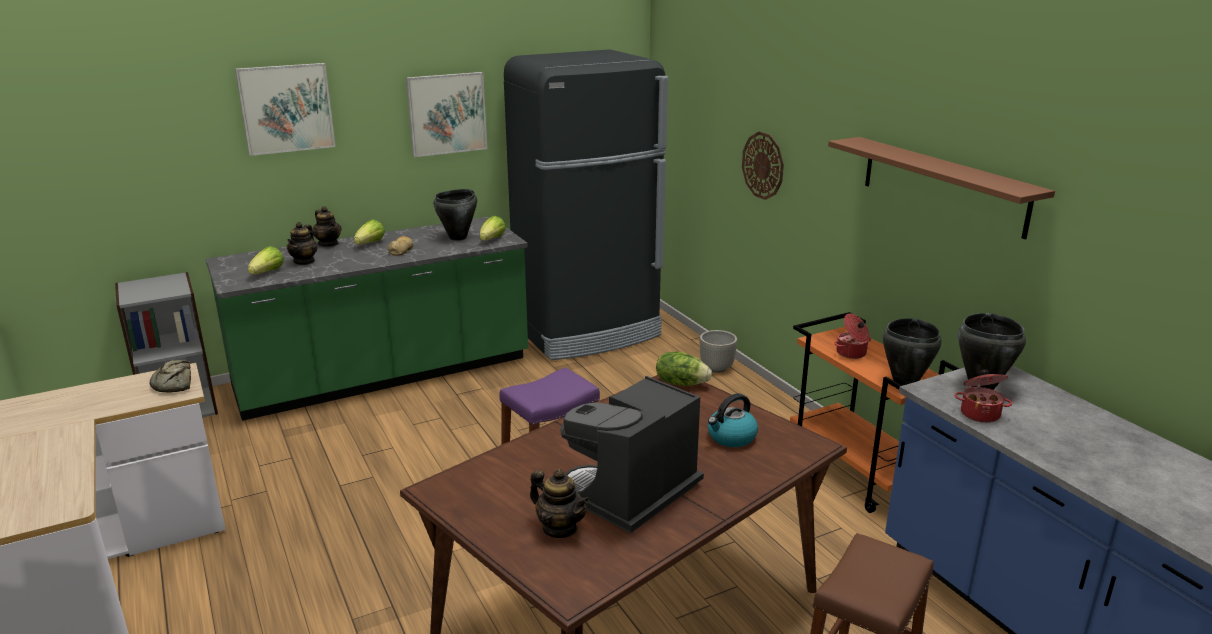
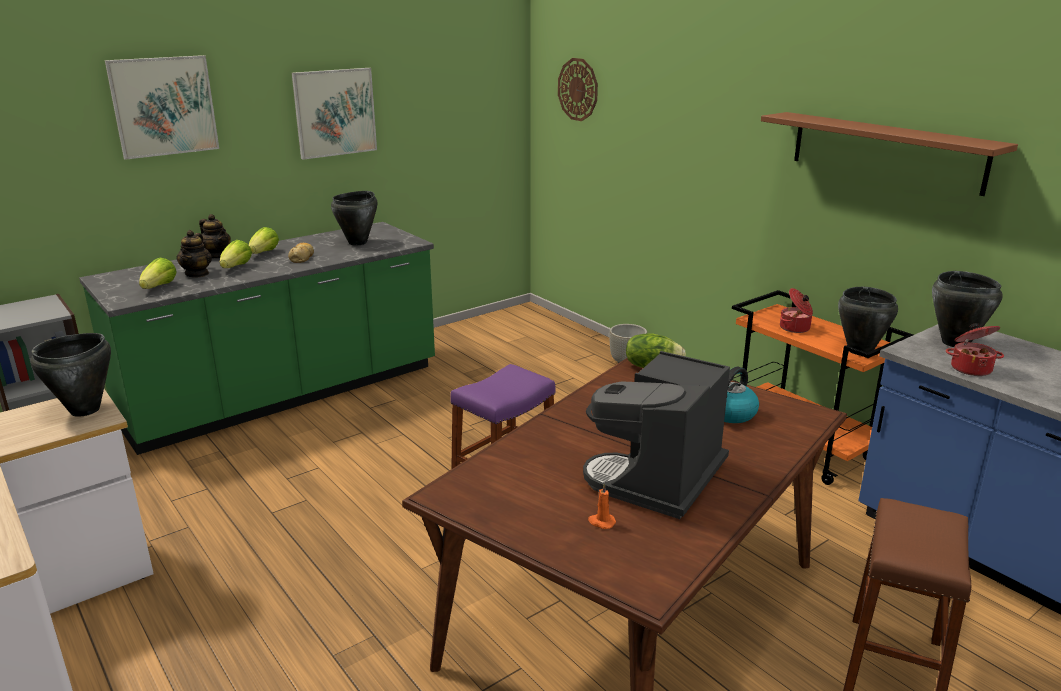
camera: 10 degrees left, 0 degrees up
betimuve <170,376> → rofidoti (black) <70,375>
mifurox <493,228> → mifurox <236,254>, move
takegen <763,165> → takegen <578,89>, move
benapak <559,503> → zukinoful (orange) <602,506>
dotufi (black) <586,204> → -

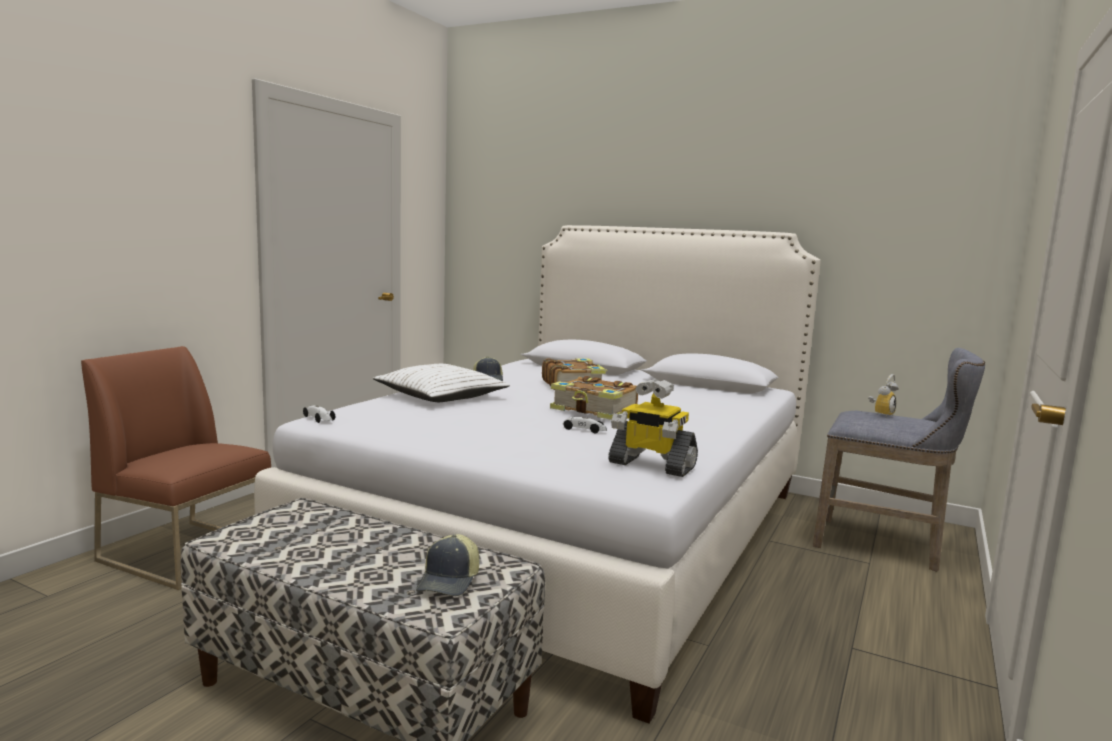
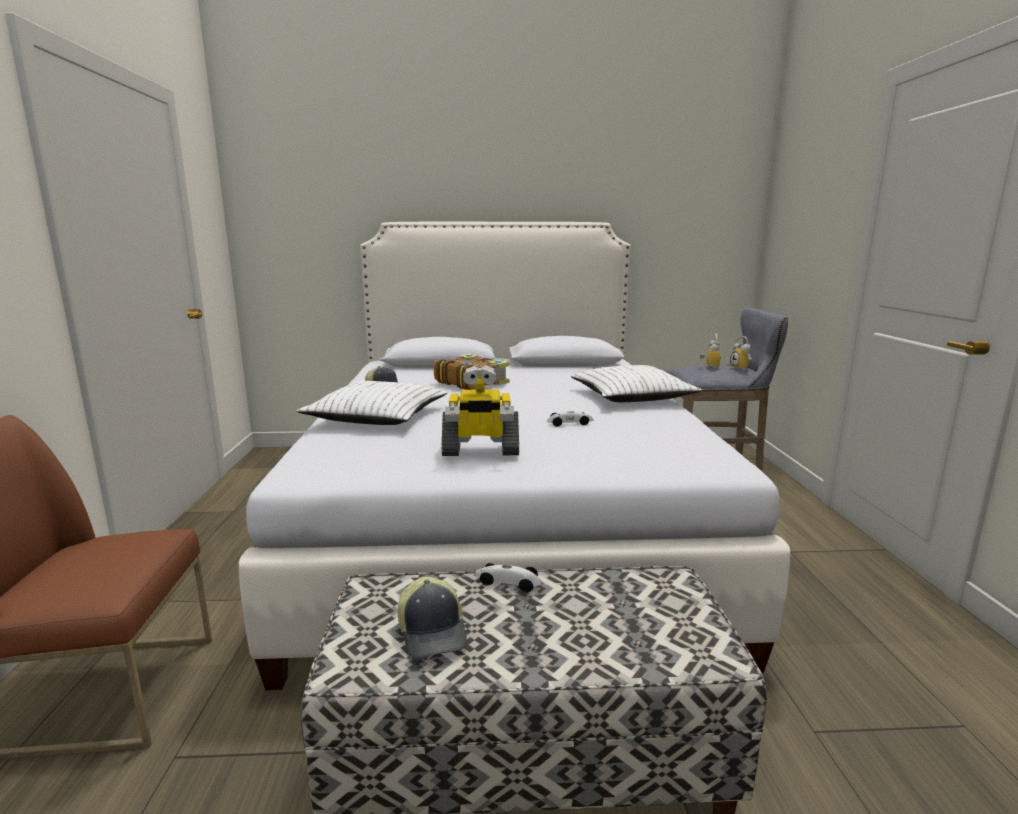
camera: 30 degrees left, 5 degrees up
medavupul <447,565> → medavupul <432,618>, move
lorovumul <653,428> → lorovumul <480,410>, move
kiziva <319,414> → kiziva <508,577>, move
- → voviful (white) <636,383>
- → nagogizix <741,353>
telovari <594,398> → -

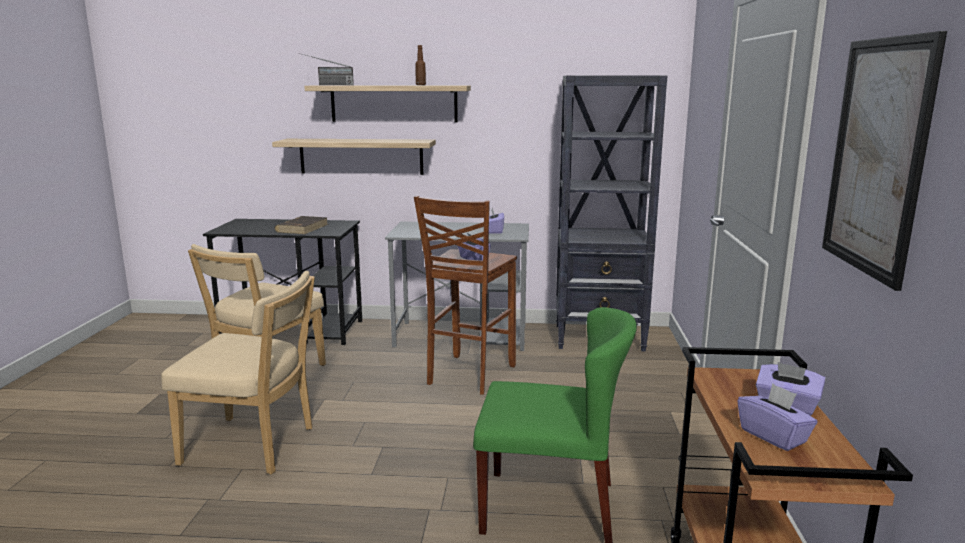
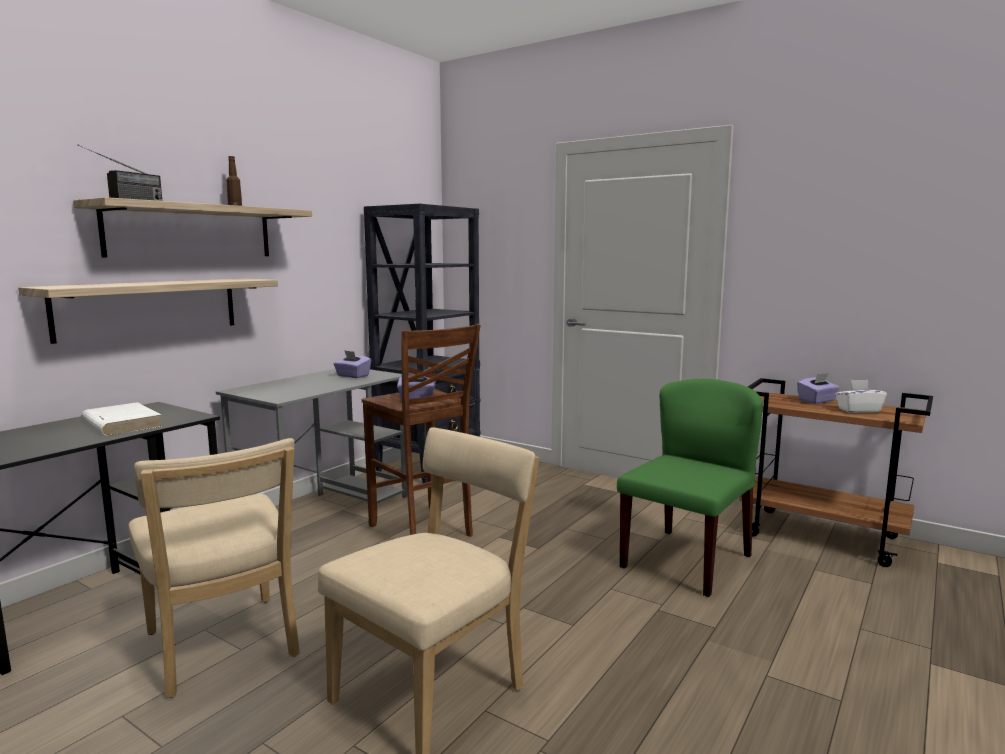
camera: 60 degrees left, 5 degrees down
telovari (brown) <301,225> → telovari (white) <122,419>
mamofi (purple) <777,417> → mamofi (white) <861,396>
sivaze <884,161> → -

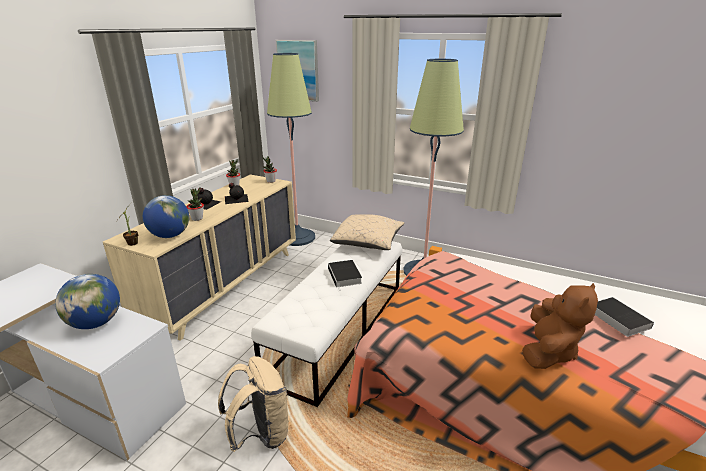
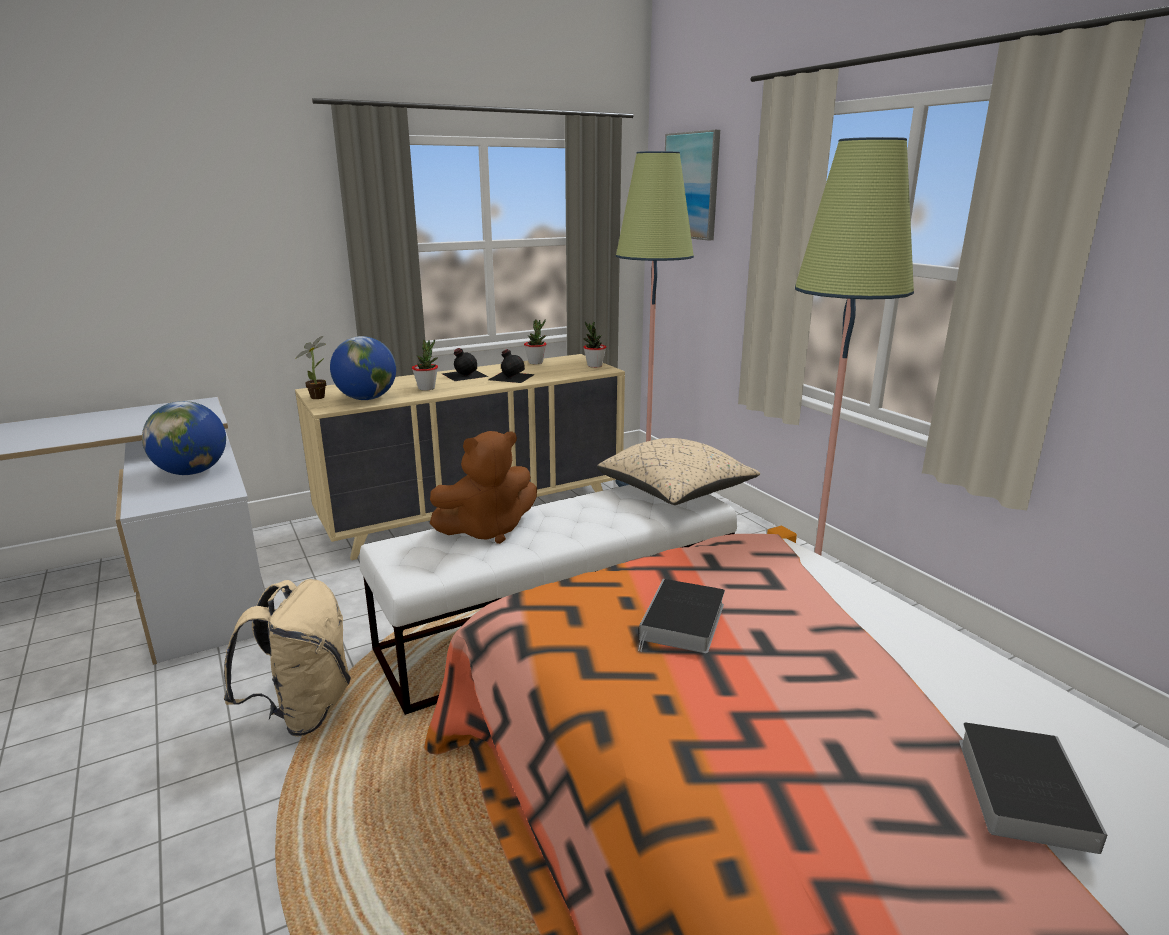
camera: 35 degrees right, 5 degrees down
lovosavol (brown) <560,326> → lovosavol (brown) <483,487>, move
telovari <345,275> → telovari <681,616>, move

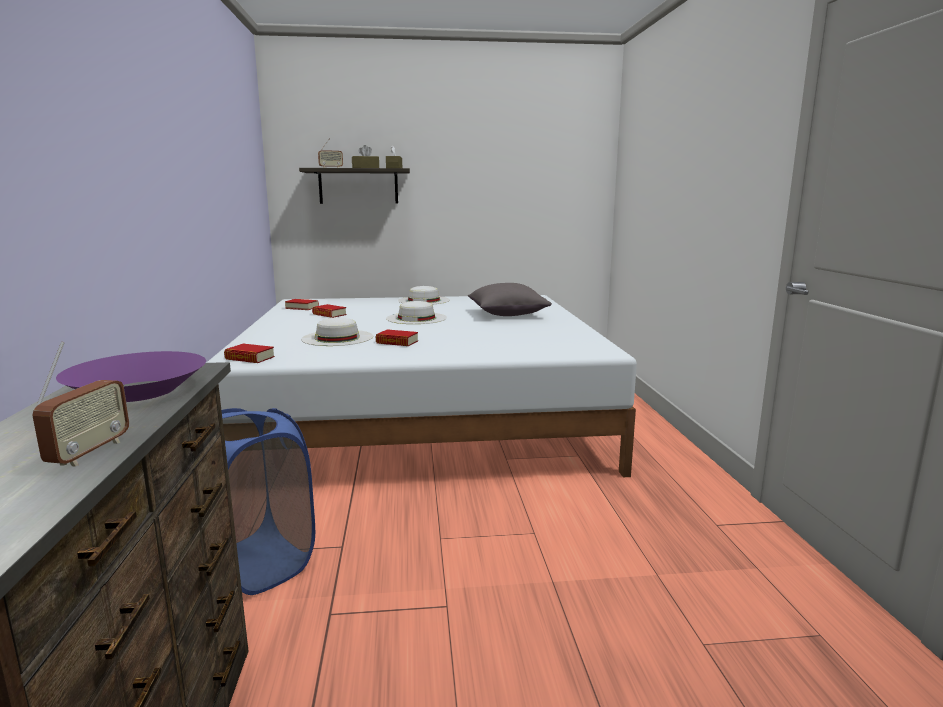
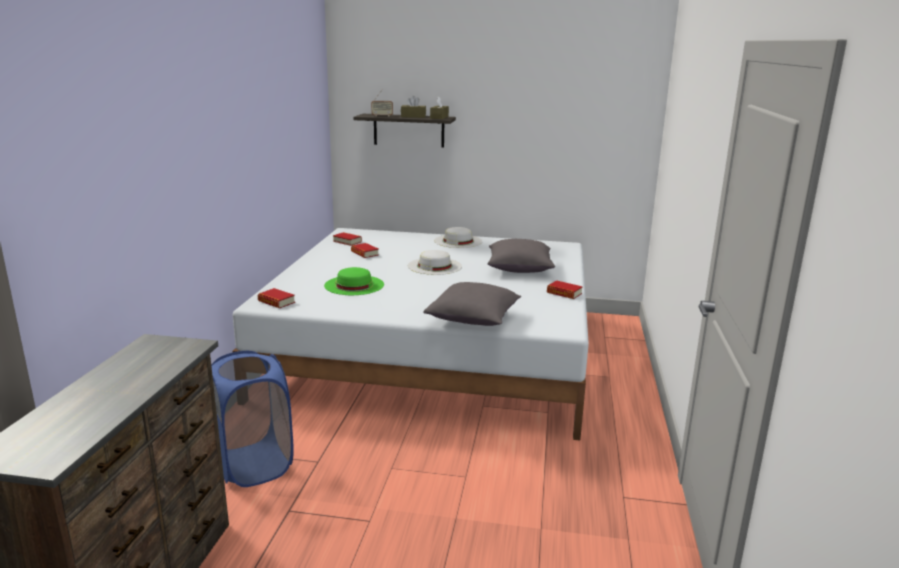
camera: 15 degrees right, 5 degrees up
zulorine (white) <337,332> → zulorine (green) <354,281>
- → voviful (grey) <472,304>
telovari <397,337> → telovari <565,289>, move
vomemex <81,404> → -
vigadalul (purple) <131,376> → -

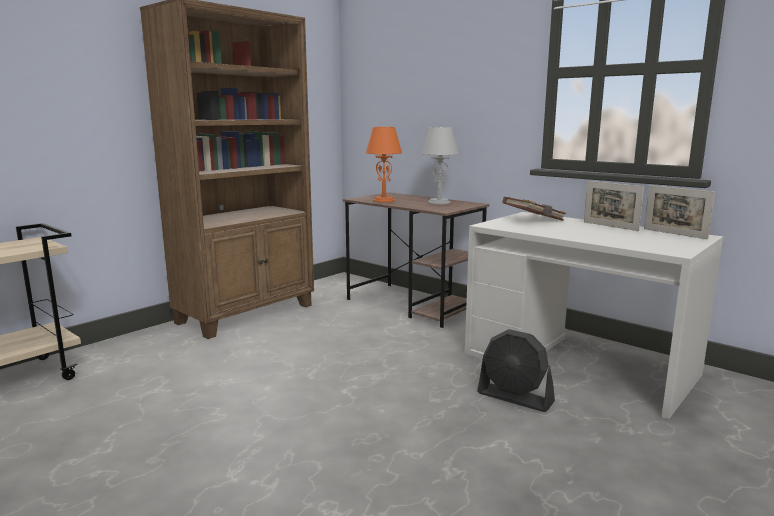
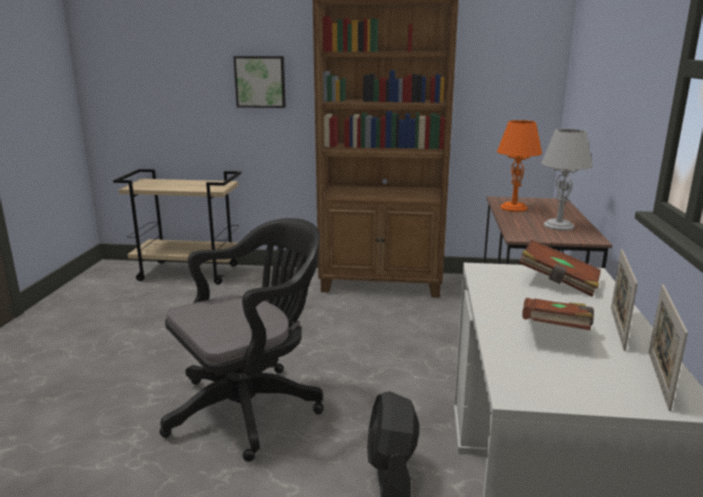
camera: 55 degrees right, 5 degrees up
- → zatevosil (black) <242,340>
- → sivaze <260,82>
- → telovari (brown) <558,314>

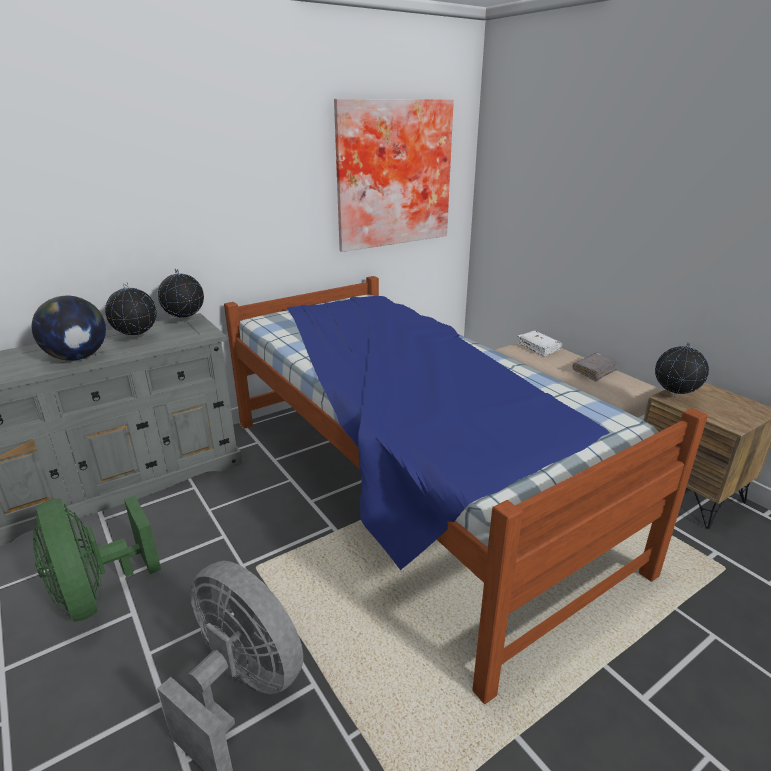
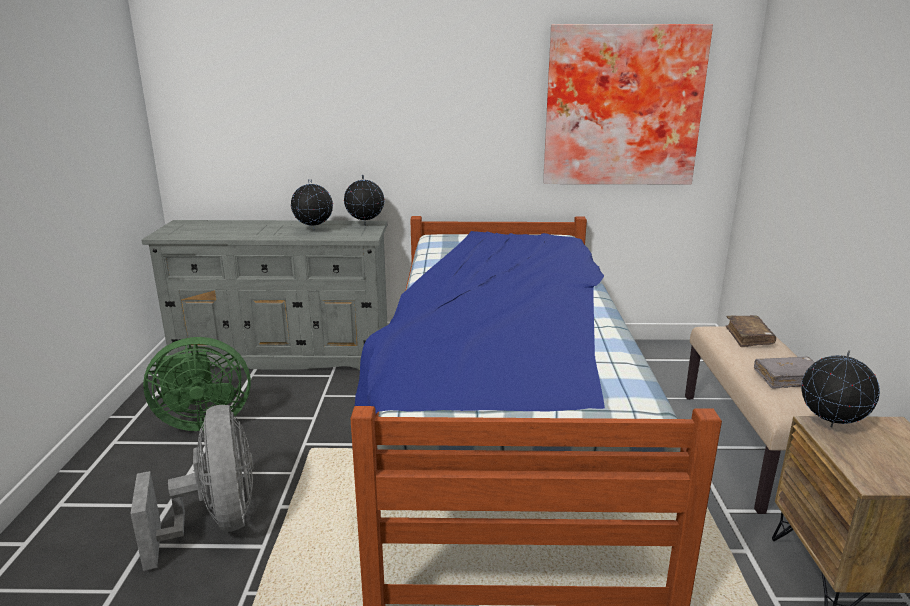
camera: 35 degrees right, 5 degrees down
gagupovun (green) <97,558> → gagupovun (green) <197,384>, 105 degrees counterclockwise
telovari (white) <539,344> → telovari (brown) <750,331>
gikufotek <69,328> → -

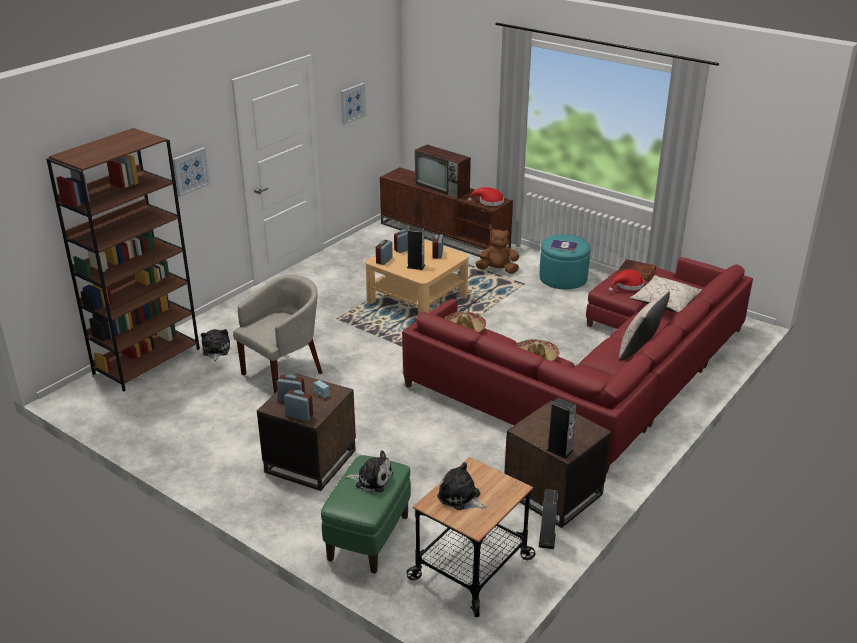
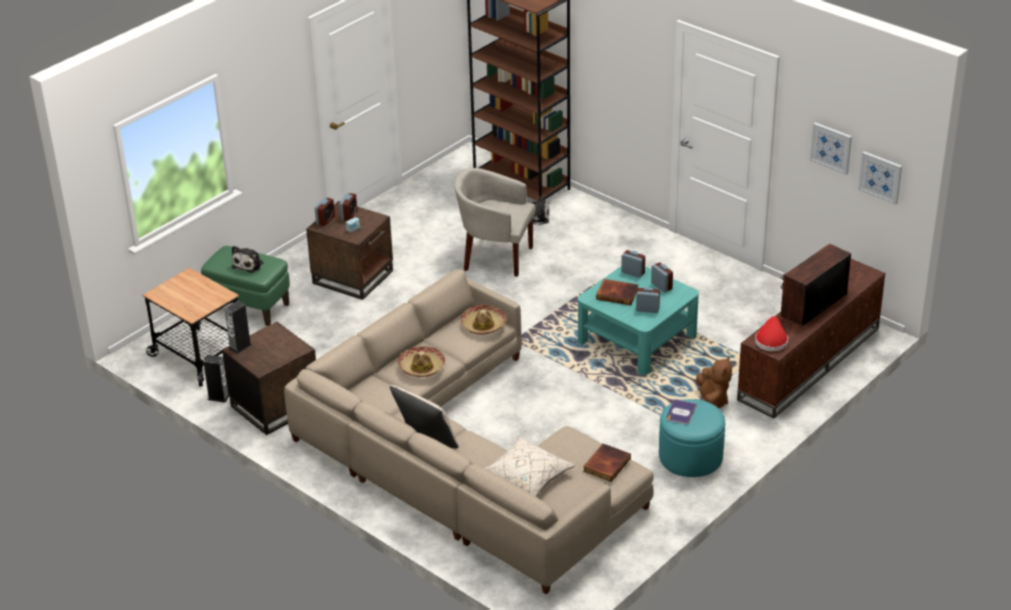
camera: 95 degrees right, 5 degrees up
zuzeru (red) <577,365> → zuzeru (beige) <469,432>
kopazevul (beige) <277,334> → kopazevul (beige) <495,222>, 150 degrees clockwise
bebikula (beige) <417,277> → bebikula (turquoise) <638,320>
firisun <416,248> → telovari <617,292>
sivaze <191,172> → sivaze <880,178>, move
lovosavol <461,486> → -
zulorine (red) <626,281> → -

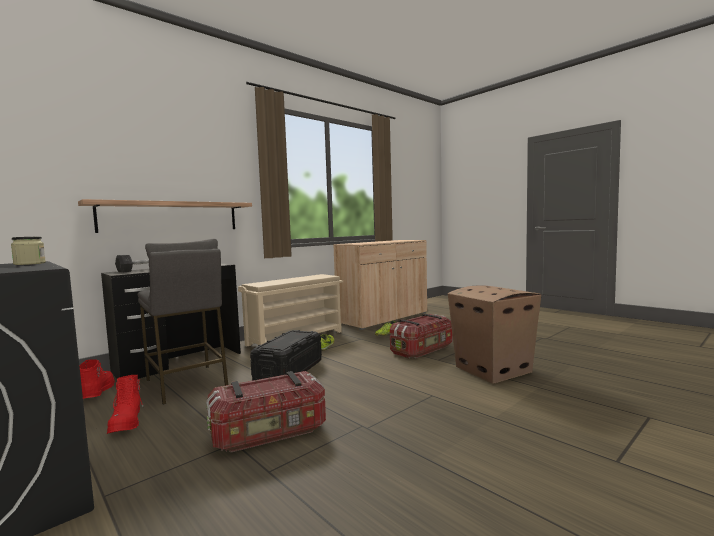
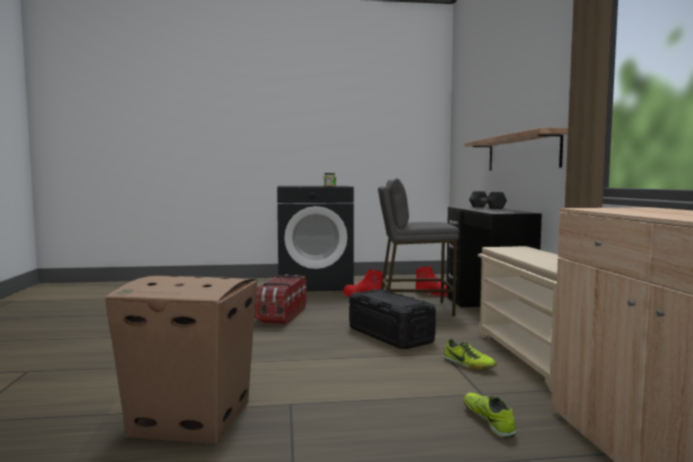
camera: 125 degrees right, 0 degrees up
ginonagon <421,336> → -

